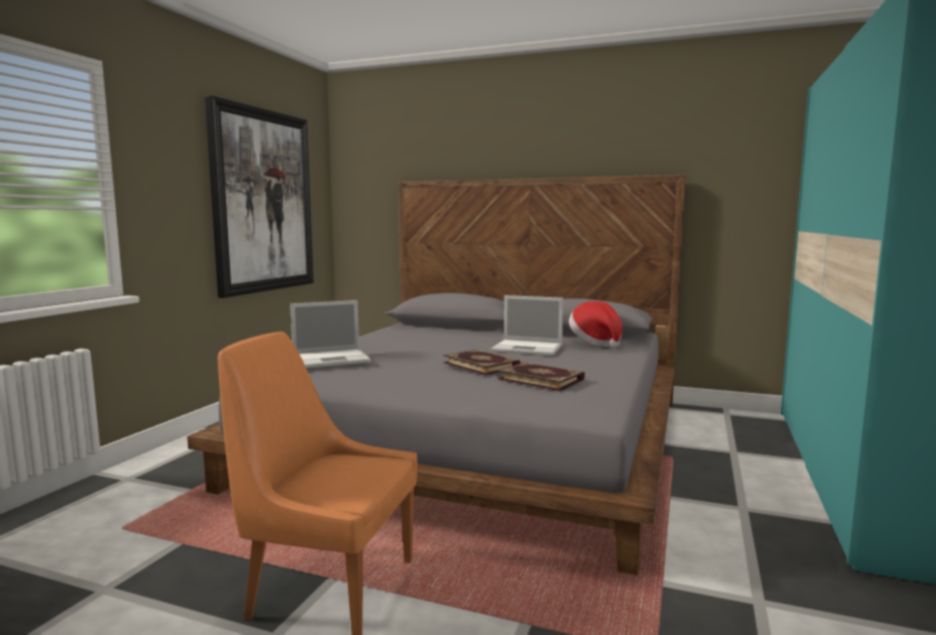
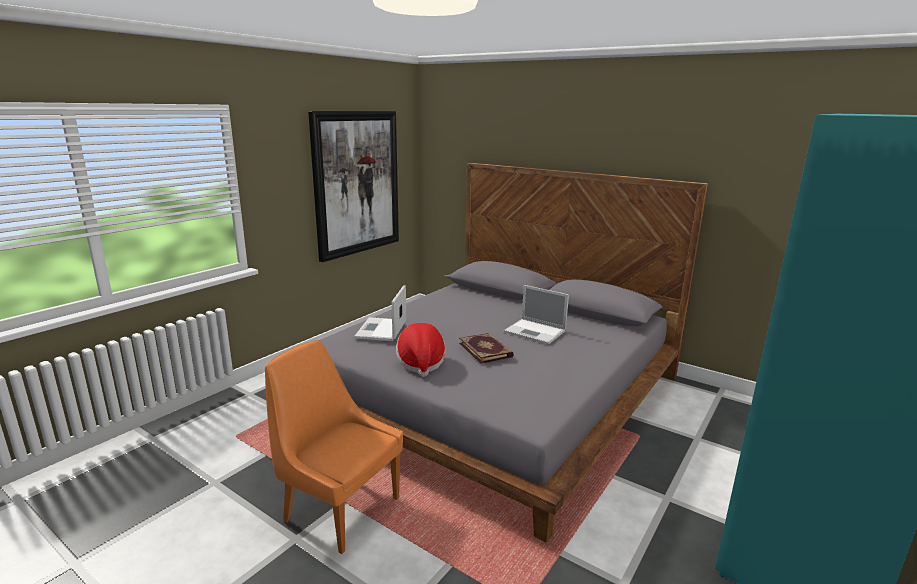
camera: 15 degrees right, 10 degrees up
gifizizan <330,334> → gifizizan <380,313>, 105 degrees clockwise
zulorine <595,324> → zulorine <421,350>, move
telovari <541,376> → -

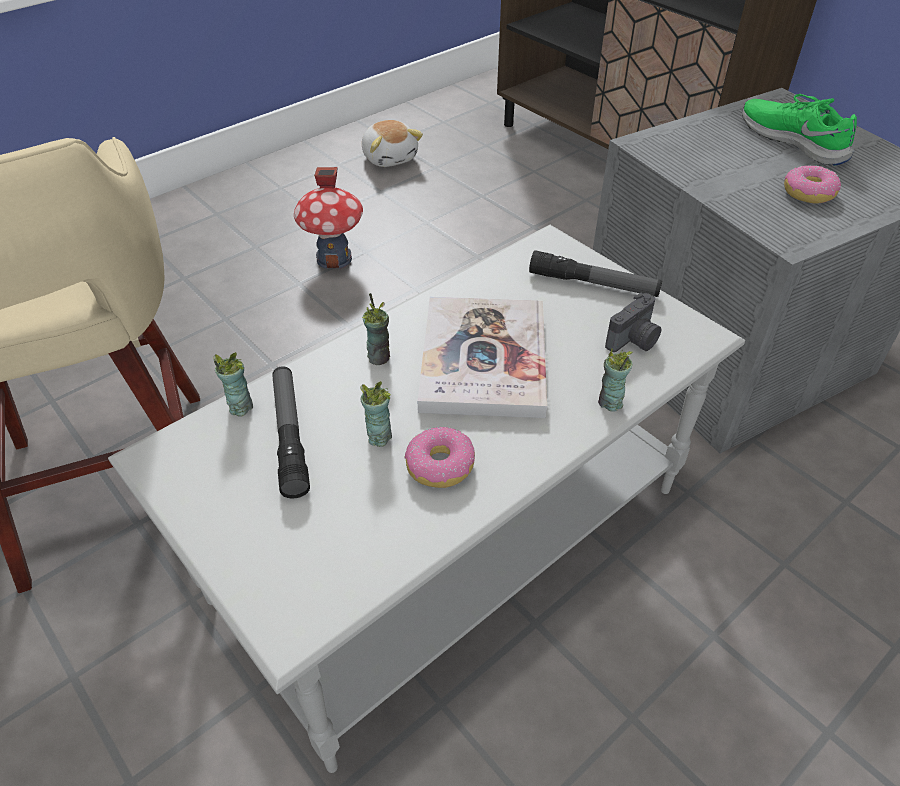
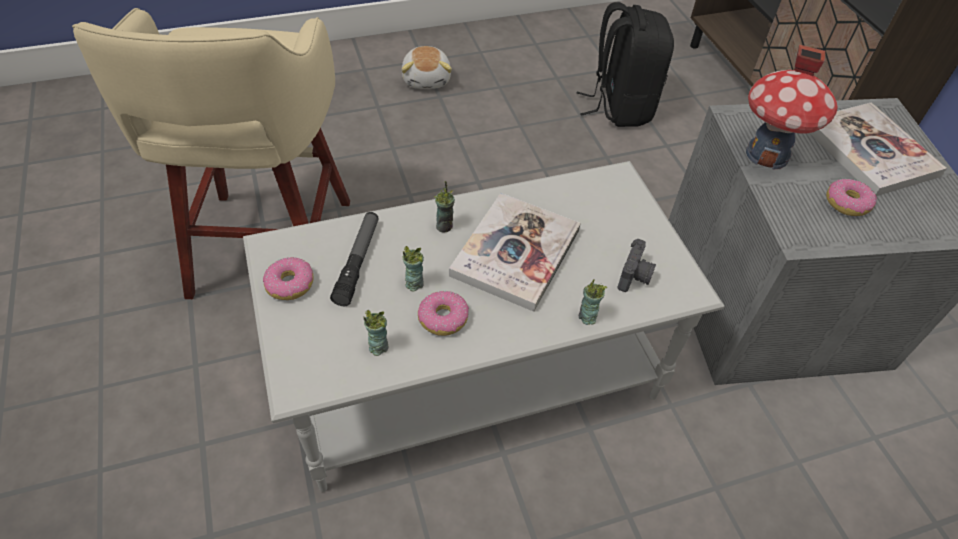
camera: 20 degrees right, 5 degrees up
- → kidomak <288,278>
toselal <233,384> → toselal <376,333>, move
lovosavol <392,143> → lovosavol <427,67>, move
- → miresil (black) <625,64>
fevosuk <633,322> → fevosuk <636,265>, 45 degrees counterclockwise
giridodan <328,218> → giridodan <791,107>, move
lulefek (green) <799,130> → telovari <878,149>
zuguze <595,273> → -

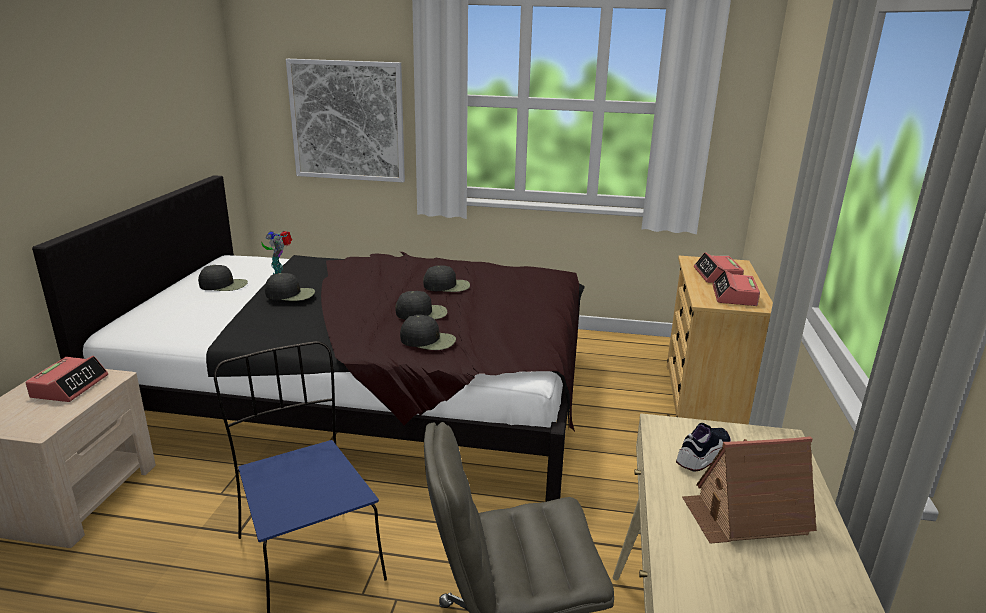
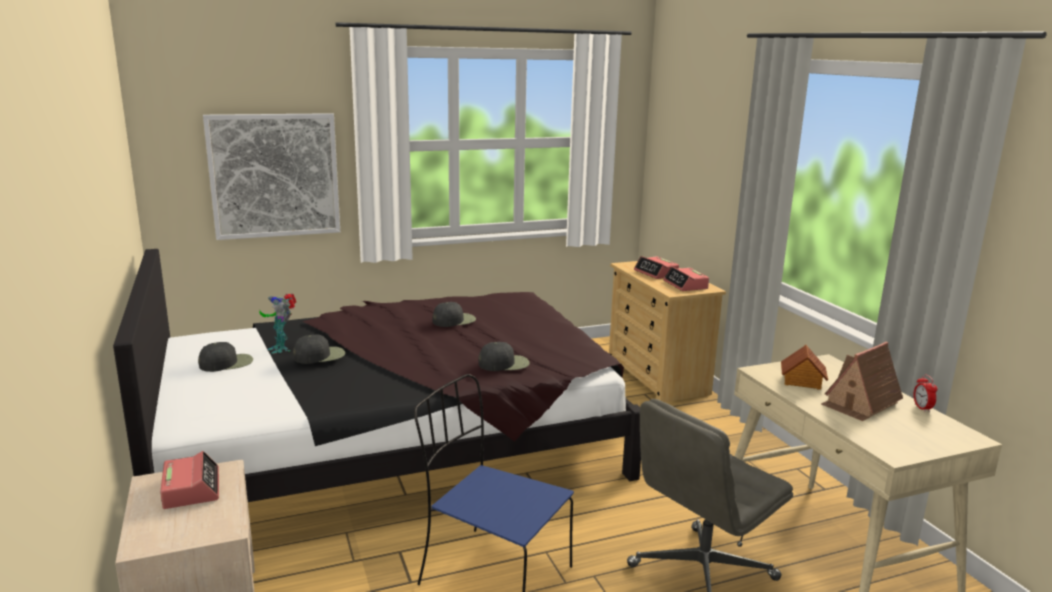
camera: 30 degrees left, 5 degrees down
lulefek <703,447> → giridodan <804,367>
- → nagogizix <925,393>
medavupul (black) <421,305> → -

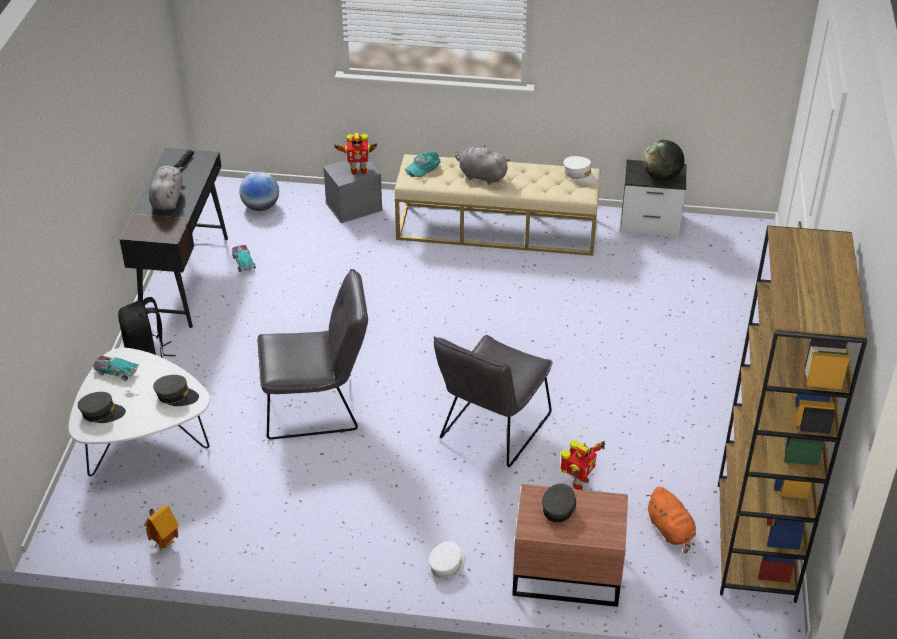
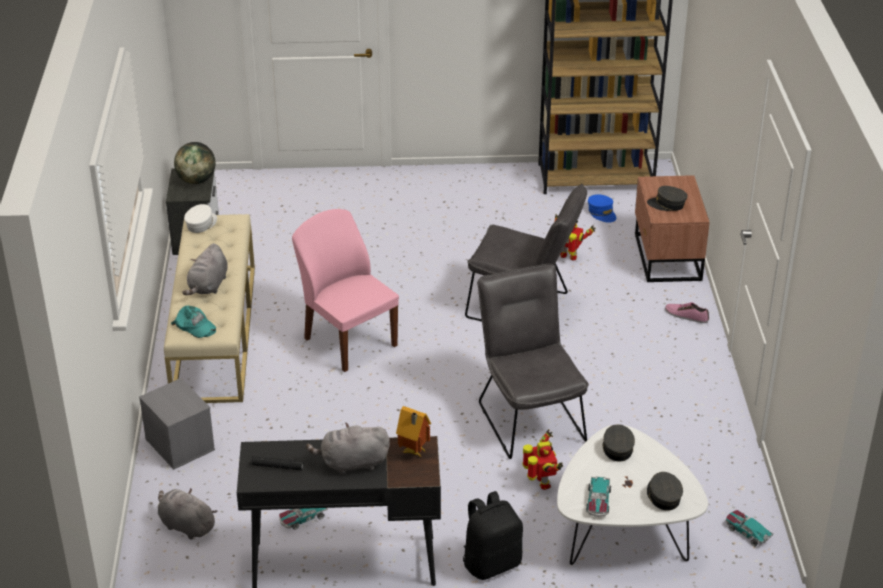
camera: 100 degrees left, 5 degrees down
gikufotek <259,191> → lovosavol (grey) <188,514>
- → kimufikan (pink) <345,290>
giridodan <161,528> → giridodan <413,431>, move
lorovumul <355,154> → lorovumul <543,459>, move
lovosavol (orange) <671,520> → medavupul (blue) <602,208>
medavupul (white) <447,560> → lulefek <687,312>
- → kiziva <749,528>

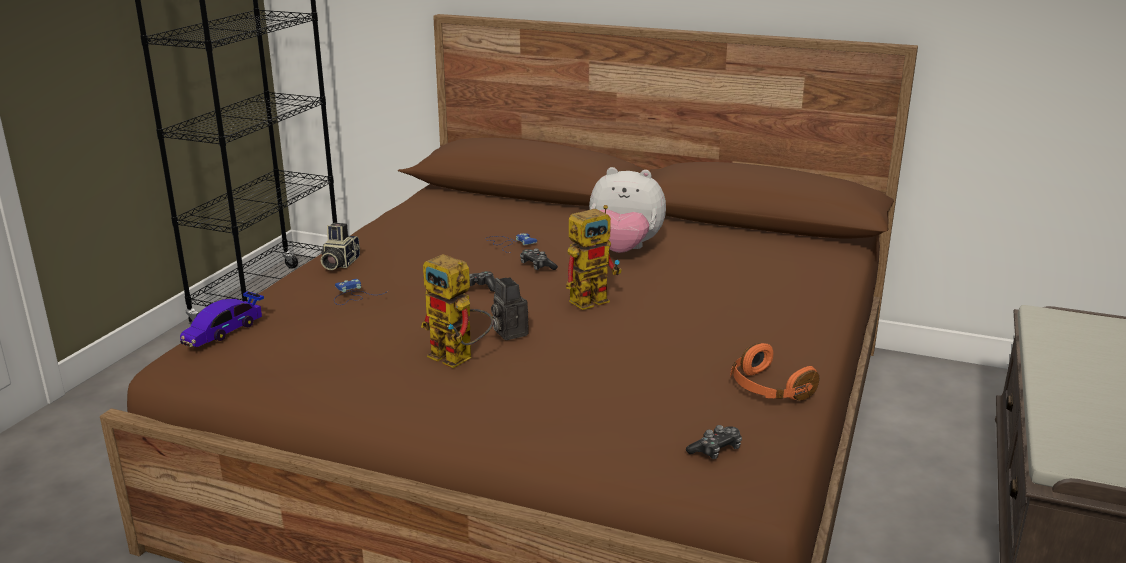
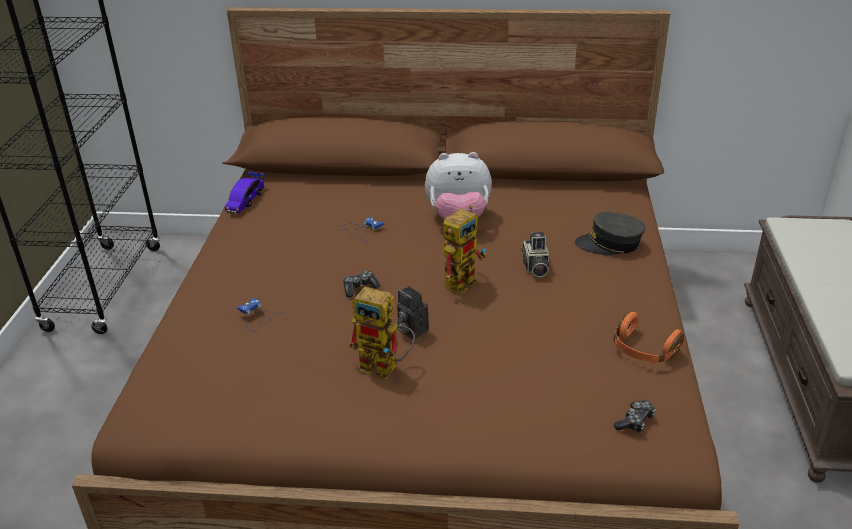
camera: 15 degrees left, 10 degrees up
kiziva <222,319> → kiziva <244,193>, move
fevosuk <340,246> → fevosuk <535,255>, move
- → medavupul (grey) <610,233>
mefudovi <539,259> → -

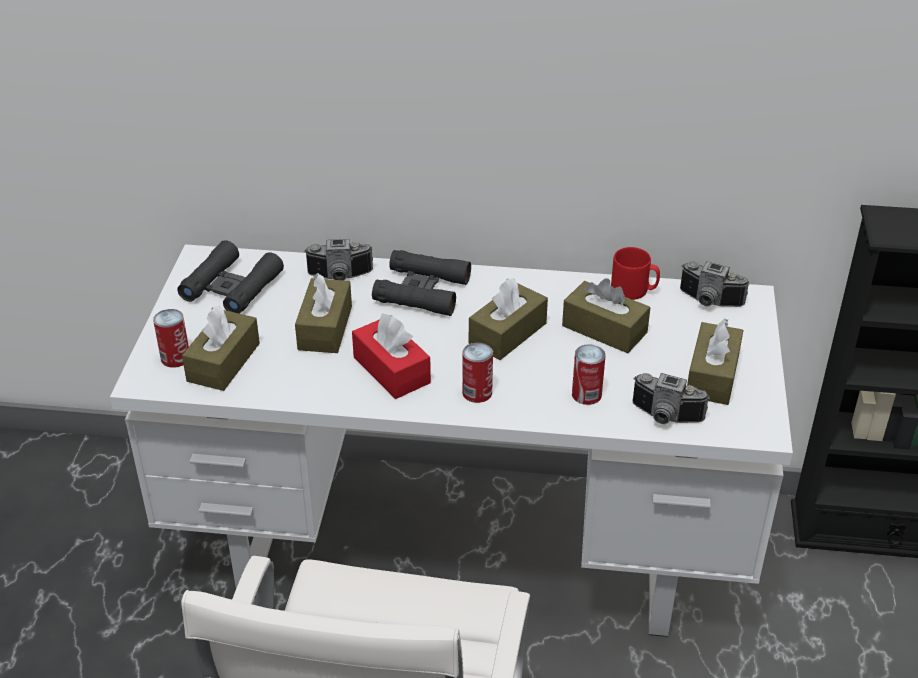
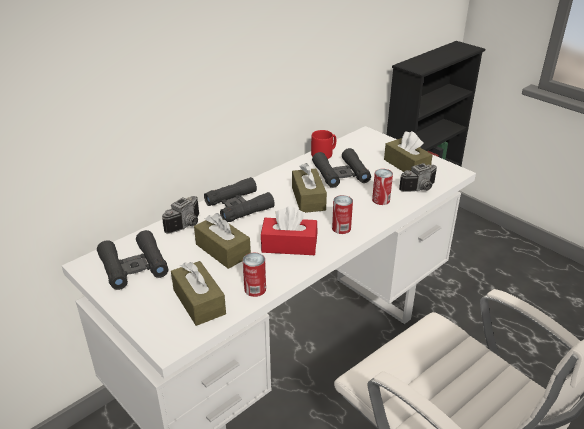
camera: 50 degrees left, 5 degrees down
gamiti <171,338> → gamiti <254,275>, move
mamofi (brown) <606,315> → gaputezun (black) <341,168>
fevosuk <715,284> → -

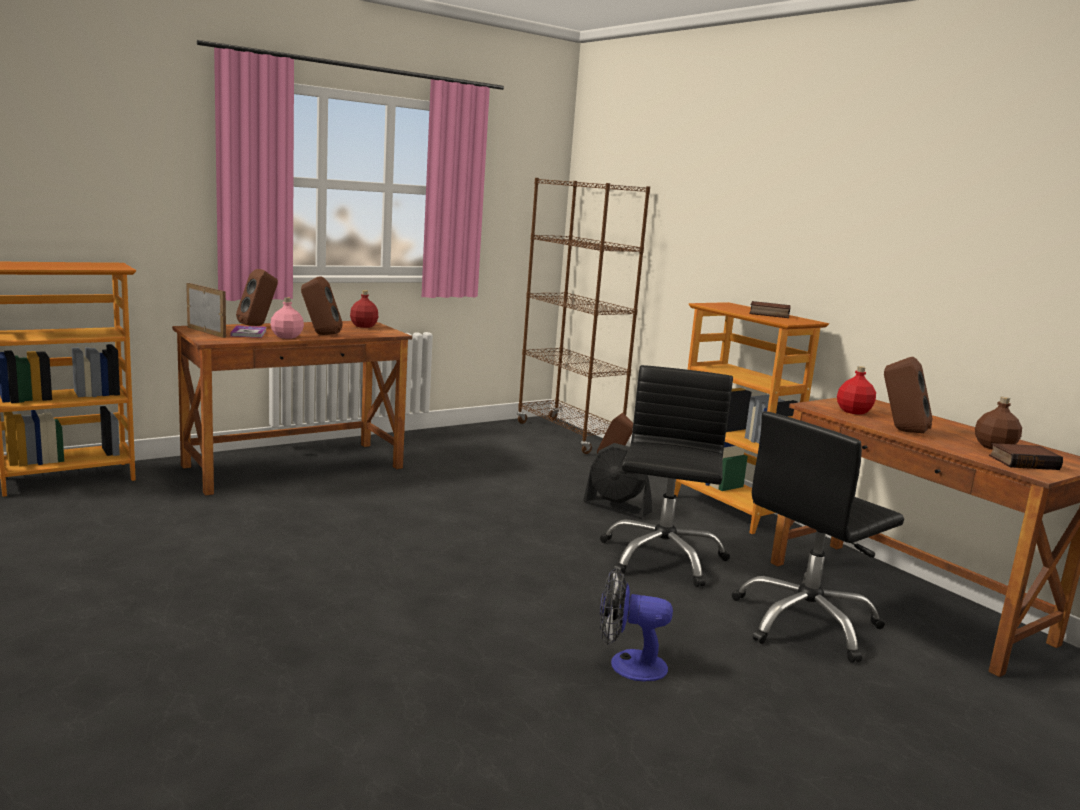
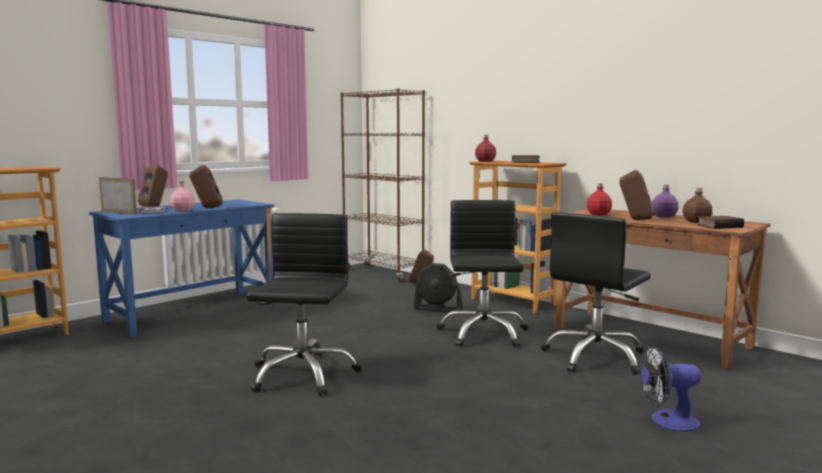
camera: 10 degrees left, 5 degrees down
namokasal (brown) <292,408> → namokasal (blue) <182,268>
- → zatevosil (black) <304,304>
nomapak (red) <364,309> → nomapak (red) <485,148>, move
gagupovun <636,624> → gagupovun <669,388>, move
- → nomapak (purple) <665,201>

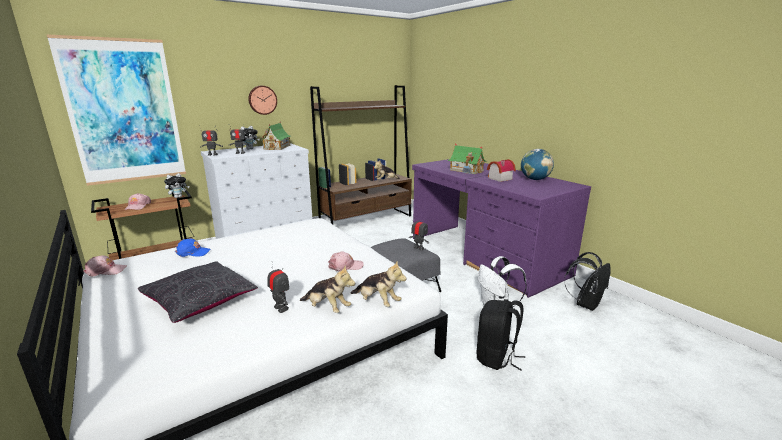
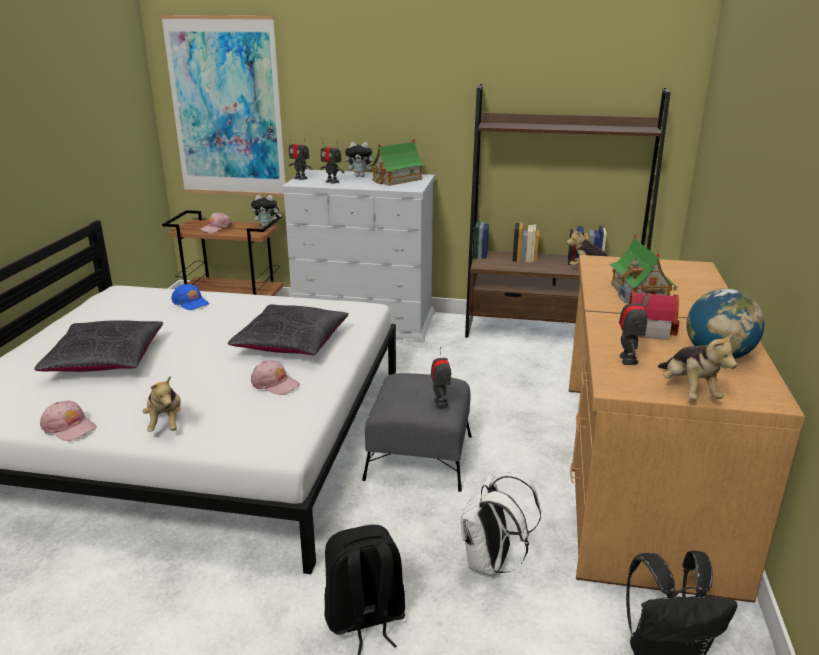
camera: 45 degrees right, 5 degrees up
medavupul (pink) <105,266> → medavupul (pink) <68,421>, move
- → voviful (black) <288,329>
namokasal (purple) <501,228> → namokasal (brown) <687,429>
lorovumul <278,287> → lorovumul <633,327>, move
lovosavol <378,284> → lovosavol <697,365>, move
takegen <262,100> → -

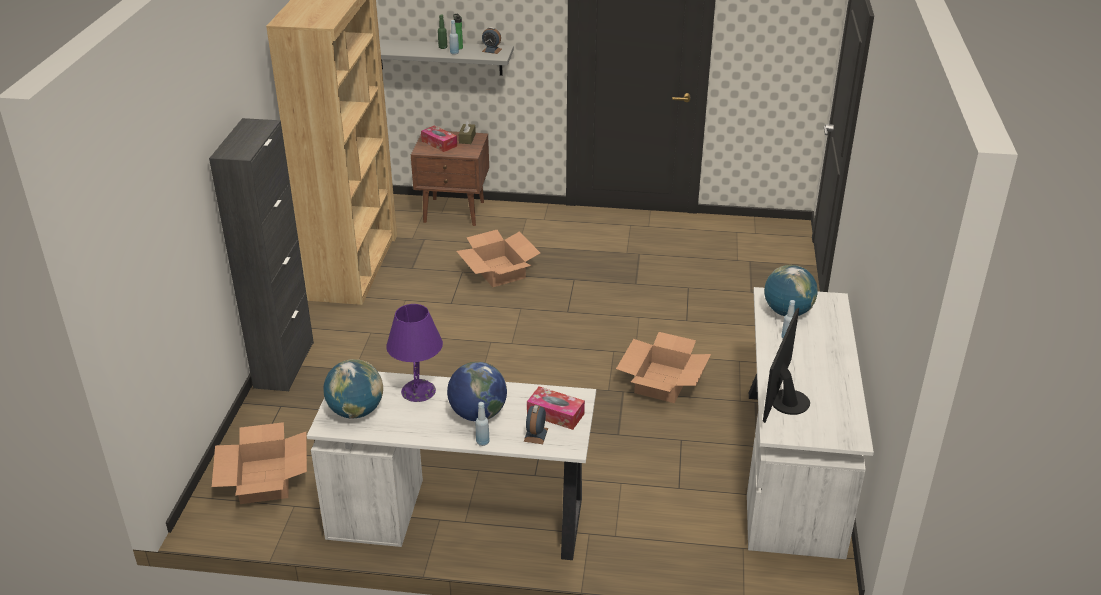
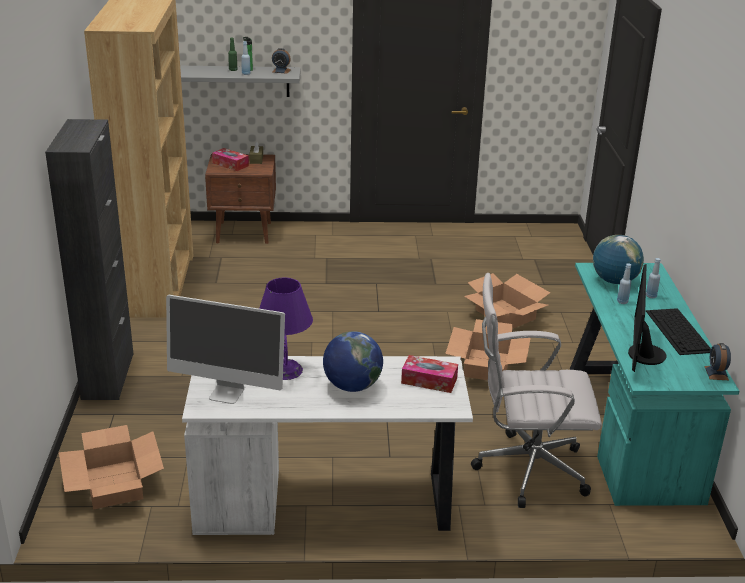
camera: 10 degrees left, 5 degrees down
gikufotek <353,389> → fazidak <225,349>
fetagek <498,258> → fetagek <507,300>, move
- → zatevosil (white) <536,390>
namokasal (white) <810,423> → namokasal (turquoise) <654,384>
nomapak (blue) <482,424> → nomapak (blue) <653,278>, move
- → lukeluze <678,331>
nagogizix <536,424> → nagogizix <717,361>, move

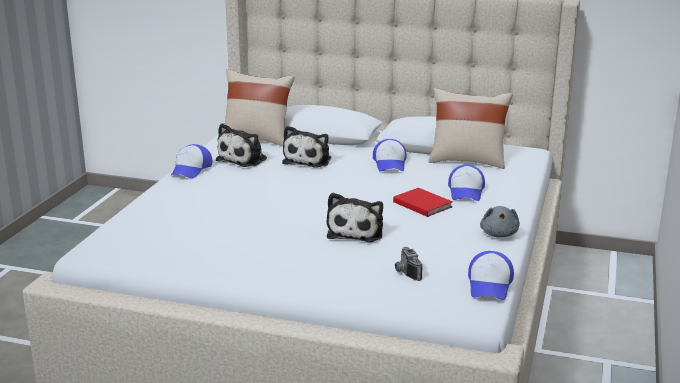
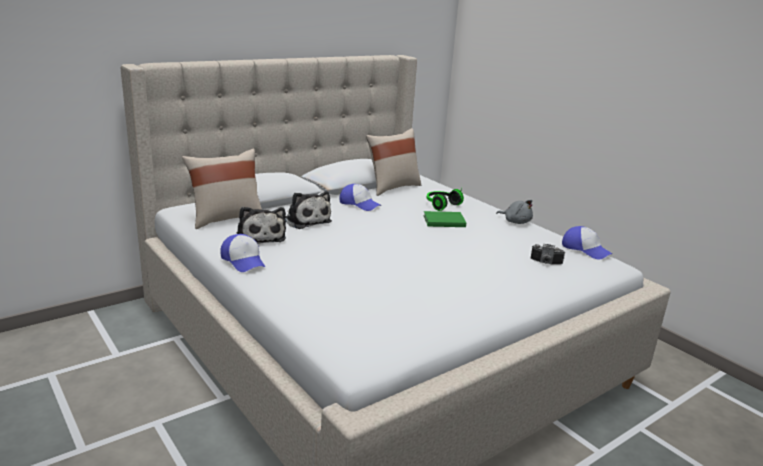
camera: 55 degrees left, 0 degrees up
telovari (red) <423,202> → telovari (green) <444,219>
medavupul <466,183> → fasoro <445,199>
lovosavol <355,218> → -

